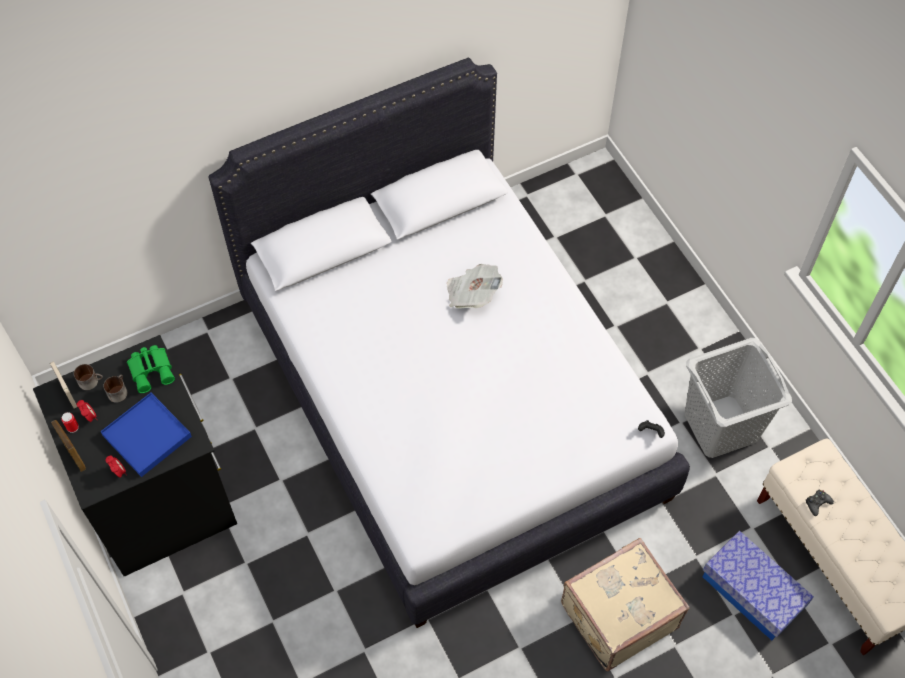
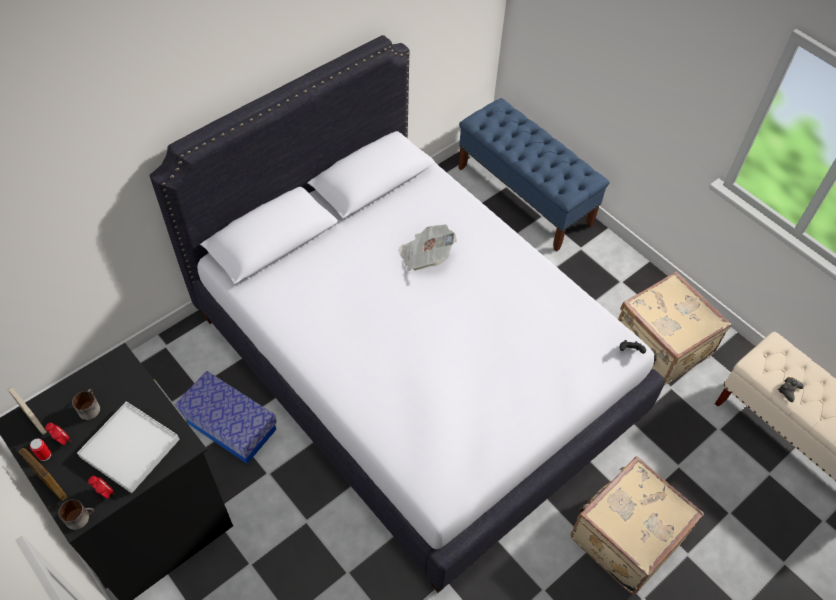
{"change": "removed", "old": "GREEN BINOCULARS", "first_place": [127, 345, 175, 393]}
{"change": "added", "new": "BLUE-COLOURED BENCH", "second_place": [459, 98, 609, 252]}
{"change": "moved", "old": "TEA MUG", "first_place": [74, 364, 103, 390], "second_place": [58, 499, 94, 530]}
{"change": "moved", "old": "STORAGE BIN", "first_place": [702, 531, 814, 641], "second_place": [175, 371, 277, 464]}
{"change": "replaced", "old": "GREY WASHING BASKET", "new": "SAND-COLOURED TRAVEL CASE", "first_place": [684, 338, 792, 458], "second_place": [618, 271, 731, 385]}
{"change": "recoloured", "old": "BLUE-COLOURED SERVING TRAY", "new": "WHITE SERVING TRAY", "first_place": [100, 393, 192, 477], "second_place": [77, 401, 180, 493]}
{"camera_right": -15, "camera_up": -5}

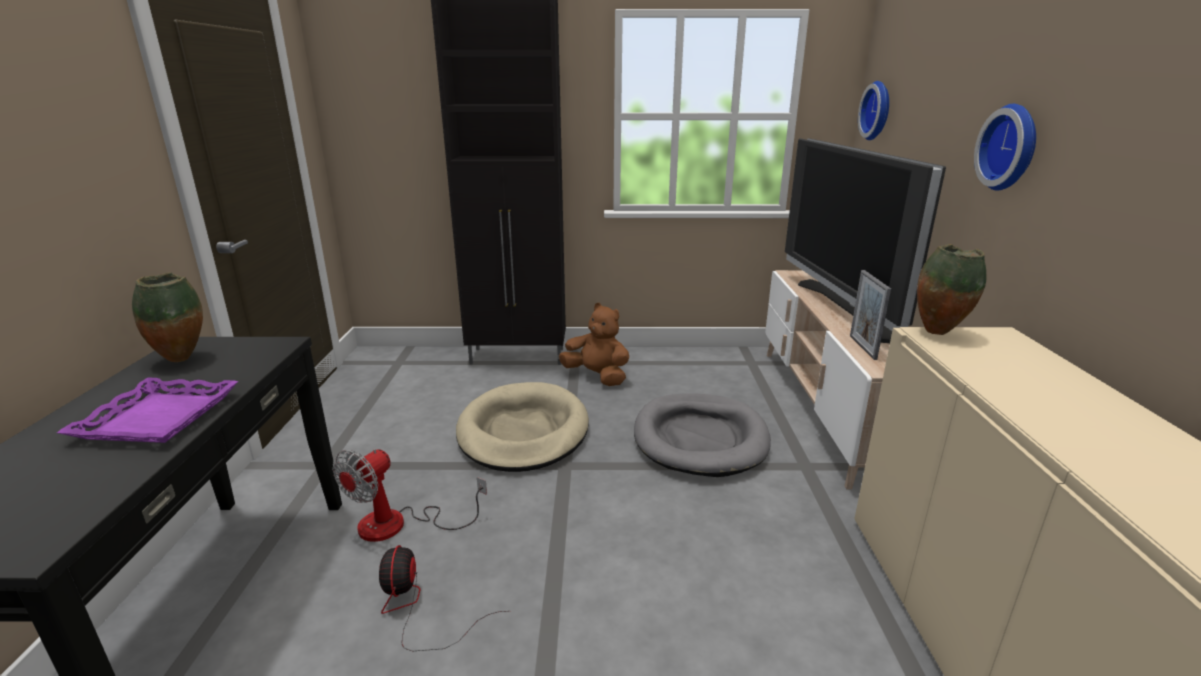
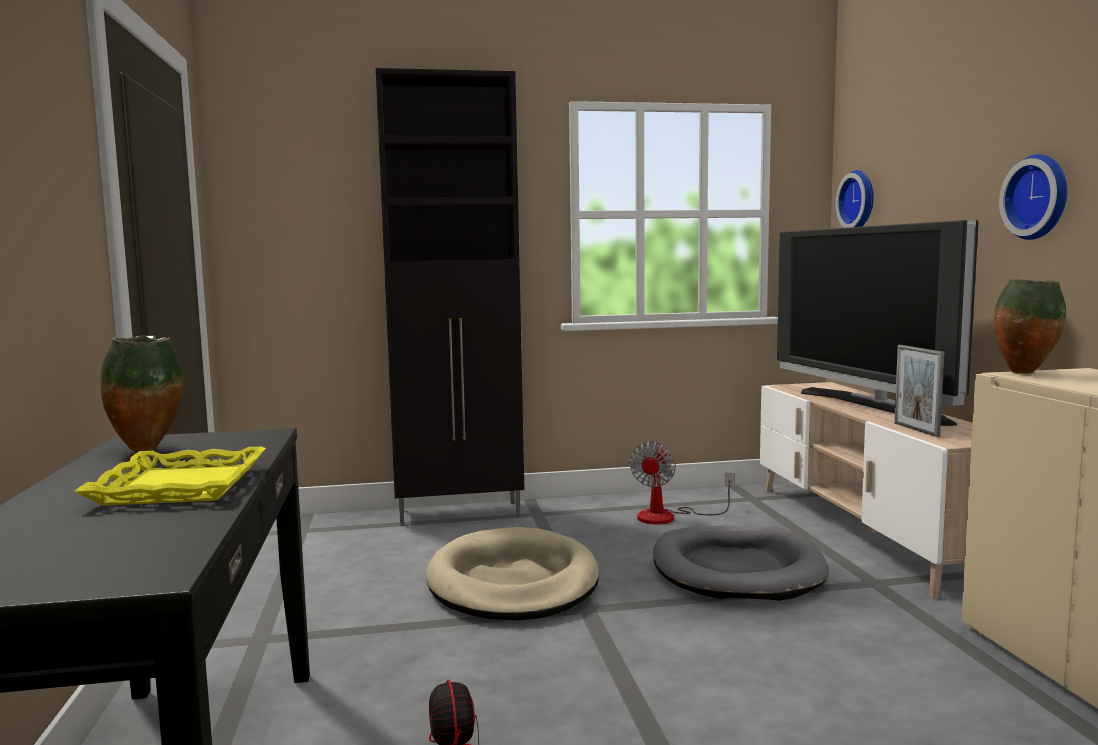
{"change": "removed", "old": "BROWN-COLOURED CUDDLY TOY", "first_place": [559, 303, 629, 386]}
{"change": "moved", "old": "COOLING FAN", "first_place": [332, 448, 487, 542], "second_place": [629, 441, 735, 524]}
{"change": "recoloured", "old": "PURPLE-COLOURED SERVING TRAY", "new": "YELLOW-COLOURED SERVING TRAY", "first_place": [57, 378, 238, 443], "second_place": [74, 446, 266, 506]}
{"camera_right": -10, "camera_up": -15}

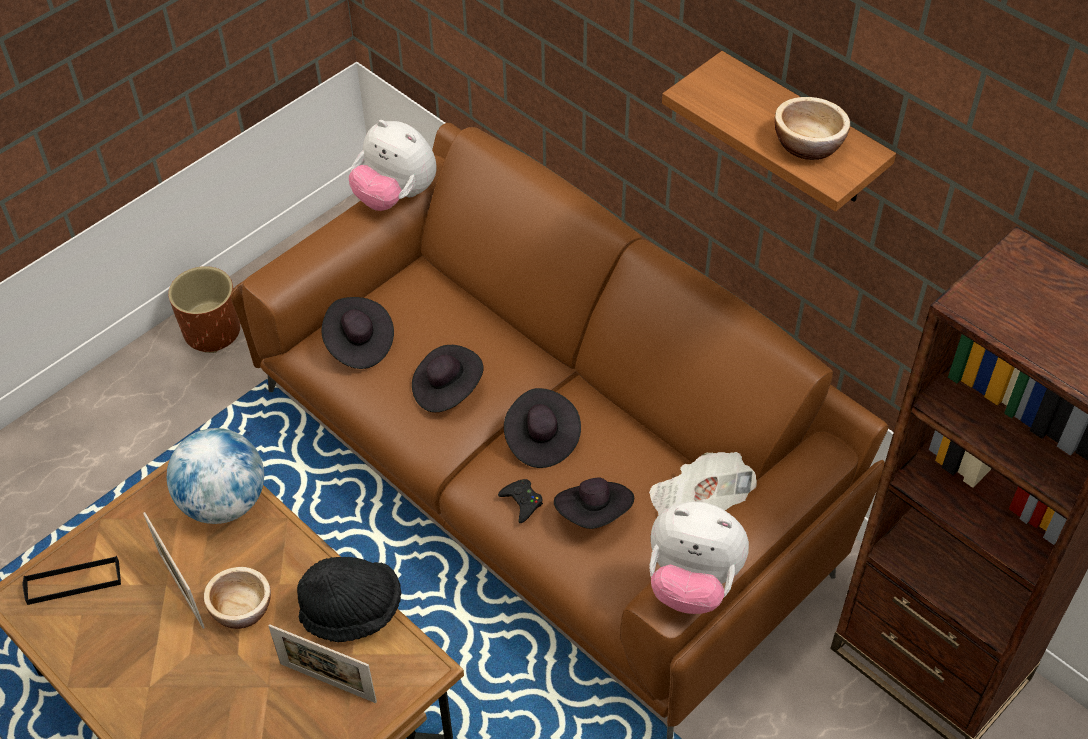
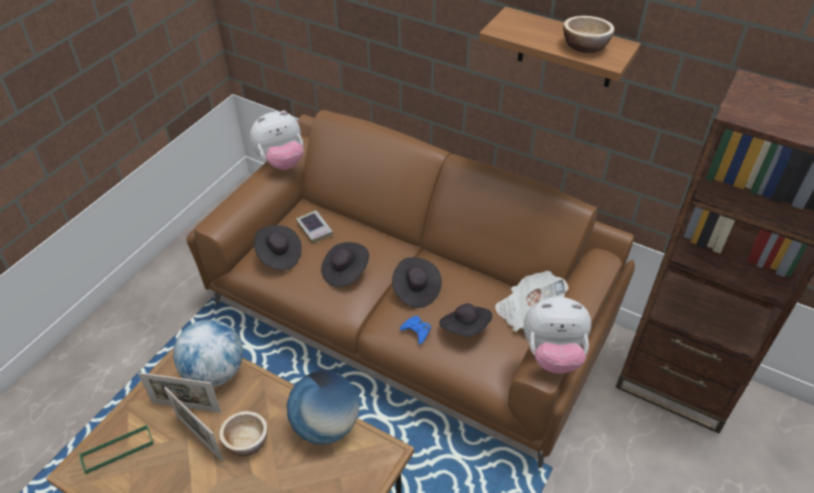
{"change": "removed", "old": "BROWN-COLOURED FLOWER POT", "first_place": [168, 266, 240, 353]}
{"change": "added", "new": "VOLUME", "second_place": [296, 210, 333, 244]}
{"change": "moved", "old": "PICTURE FRAME", "first_place": [268, 624, 377, 703], "second_place": [138, 372, 221, 413]}
{"change": "replaced", "old": "BLACKISH HAT", "new": "DESK GLOBE", "first_place": [297, 557, 401, 642], "second_place": [287, 371, 359, 445]}
{"change": "recoloured", "old": "BLACKISH SERVING TRAY", "new": "GREEN SERVING TRAY", "first_place": [22, 556, 121, 605], "second_place": [79, 424, 154, 474]}
{"change": "recoloured", "old": "BLACKISH GAMEPAD", "new": "BLUE-COLOURED GAMEPAD", "first_place": [498, 479, 543, 523], "second_place": [400, 316, 431, 344]}
{"change": "turned", "old": "CUDDLY TOY", "first_place": [349, 120, 437, 211], "second_place": [250, 110, 304, 170], "degrees": -45}
{"camera_right": -15, "camera_up": -5}

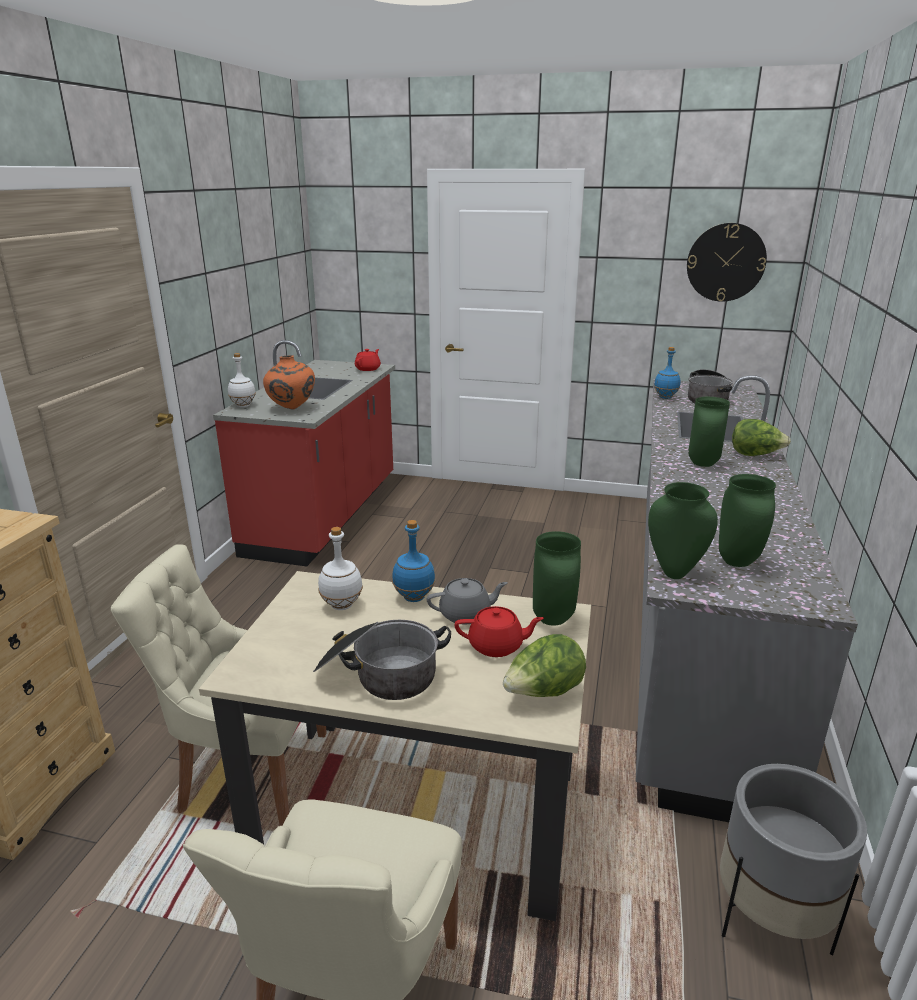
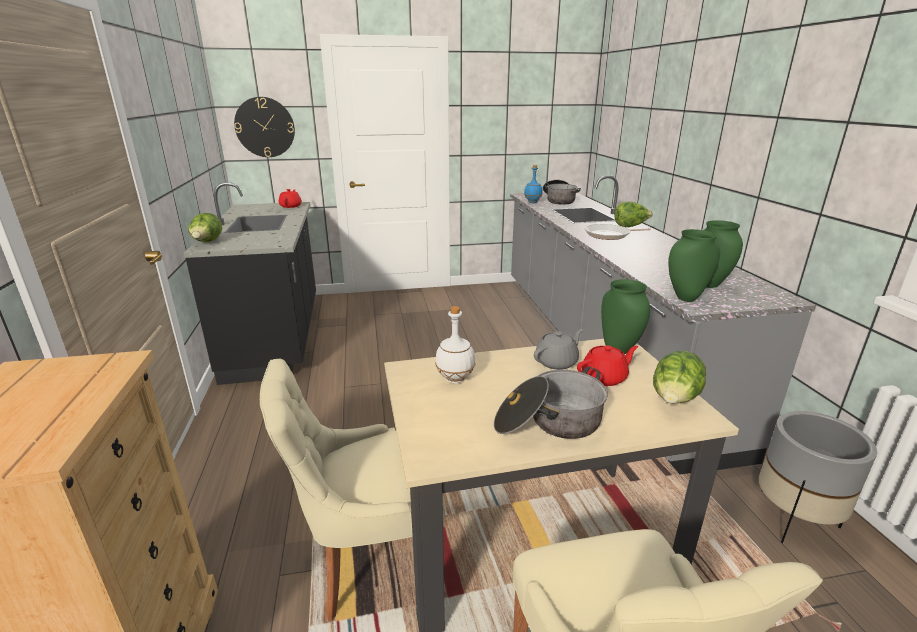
{"change": "removed", "old": "ORANGEY DECORATIVE VASE", "first_place": [263, 355, 315, 409]}
{"change": "removed", "old": "BLUE-COLOURED BOTTLE", "first_place": [392, 520, 435, 602]}
{"change": "moved", "old": "HANGING CLOCK", "first_place": [687, 223, 767, 302], "second_place": [234, 97, 295, 157]}
{"change": "replaced", "old": "WHITE BOTTLE", "new": "LETTUCE HEAD", "first_place": [228, 353, 256, 407], "second_place": [188, 213, 222, 242]}
{"change": "replaced", "old": "GREEN DECORATIVE VASE", "new": "PAN", "first_place": [688, 397, 730, 467], "second_place": [585, 224, 651, 240]}
{"change": "recoloured", "old": "REDDISH KITCHEN COUNTER", "new": "BLACKISH KITCHEN COUNTER", "first_place": [213, 340, 395, 567], "second_place": [184, 182, 316, 385]}
{"camera_right": -25, "camera_up": 0}

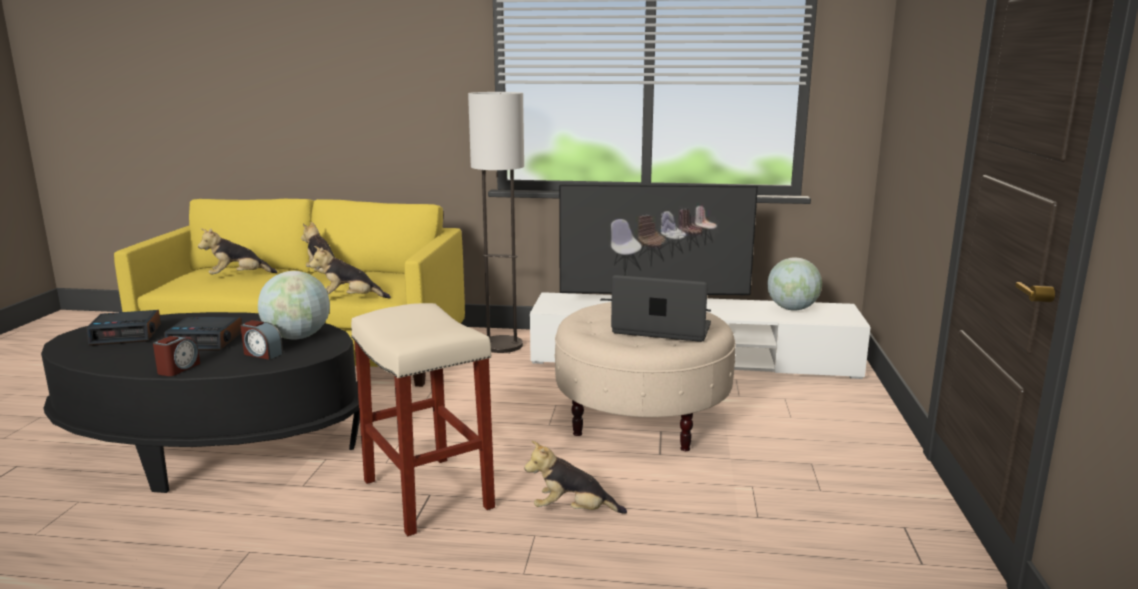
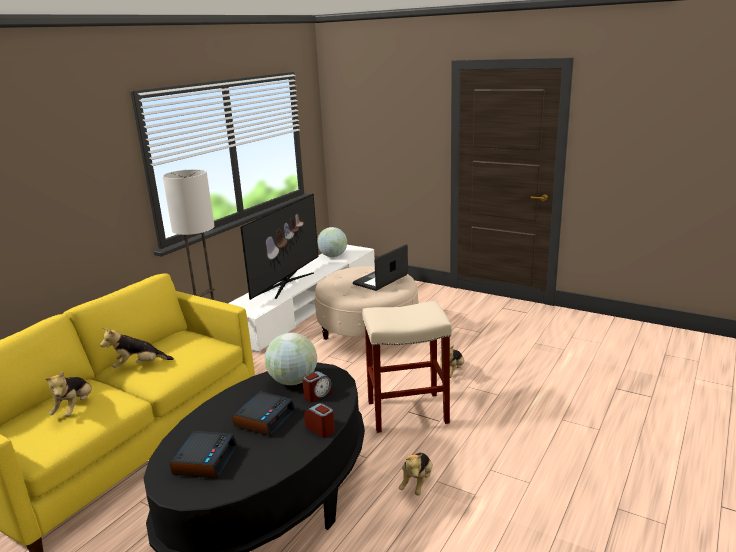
{"change": "moved", "old": "CUDDLY TOY", "first_place": [309, 246, 391, 299], "second_place": [399, 453, 433, 496]}
{"camera_right": -65, "camera_up": 5}

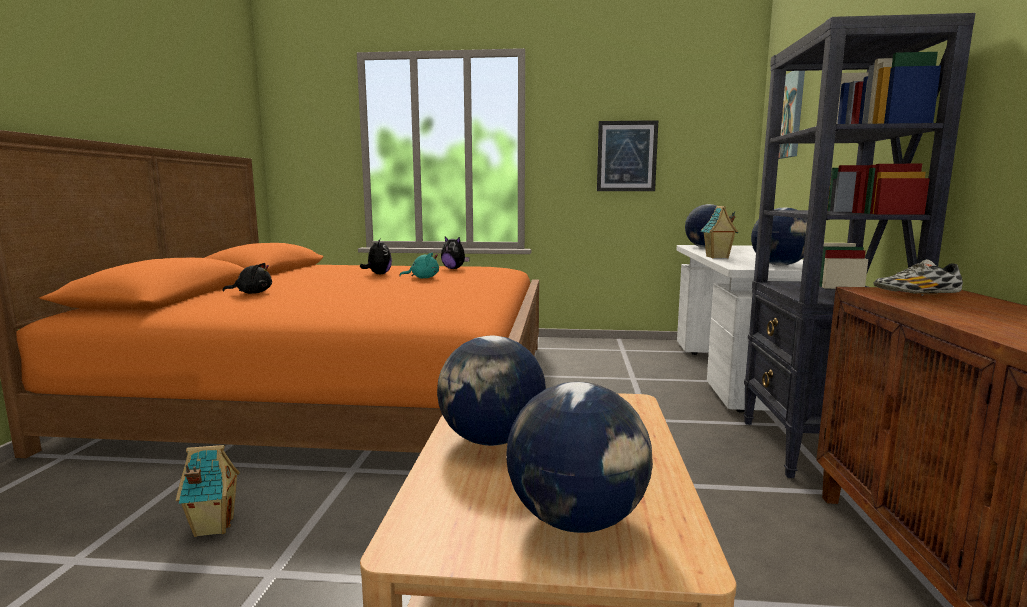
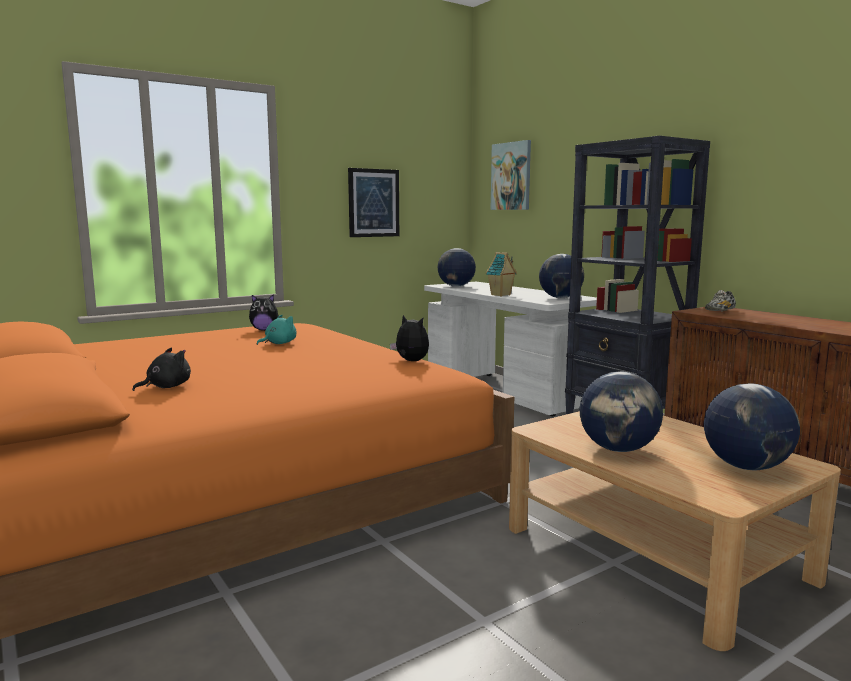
{"change": "removed", "old": "TOY HOUSE", "first_place": [176, 445, 240, 537]}
{"change": "moved", "old": "CUDDLY TOY", "first_place": [360, 239, 392, 275], "second_place": [390, 315, 429, 361]}
{"camera_right": -40, "camera_up": 0}

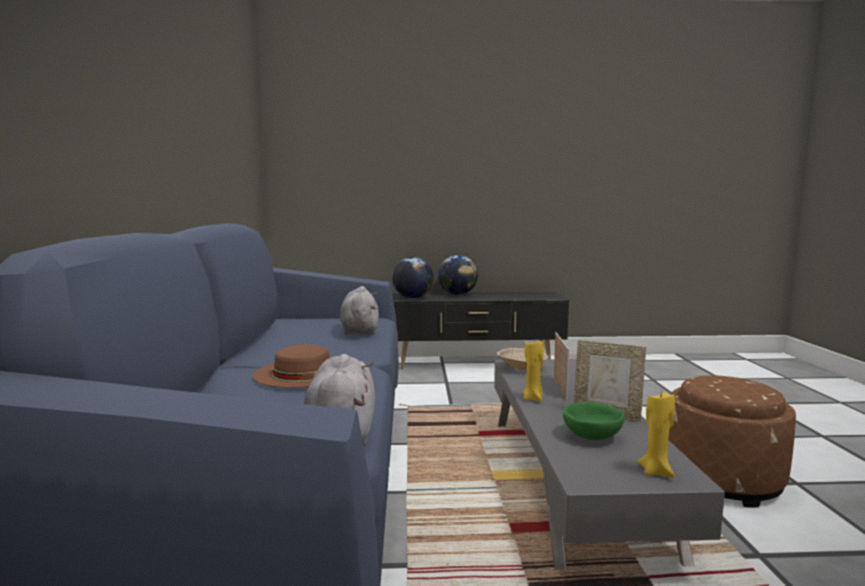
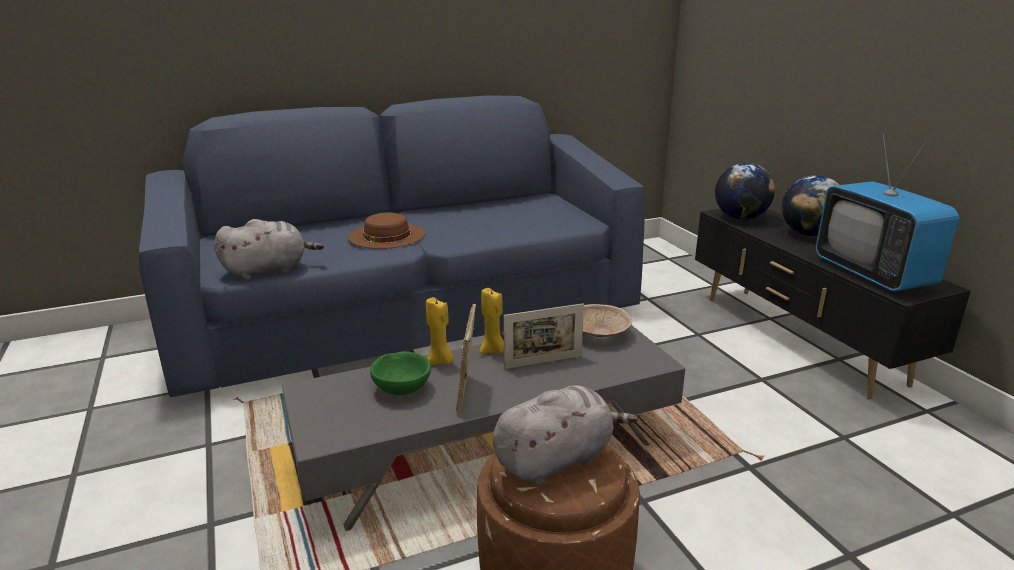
{"change": "added", "new": "TELEVISION", "second_place": [816, 132, 959, 291]}
{"change": "moved", "old": "GREY CUDDLY TOY", "first_place": [340, 286, 379, 335], "second_place": [493, 385, 638, 486]}
{"change": "moved", "old": "YELLOW-COLOURED WAX LIGHT", "first_place": [637, 392, 675, 478], "second_place": [426, 297, 454, 366]}
{"camera_right": 70, "camera_up": 15}

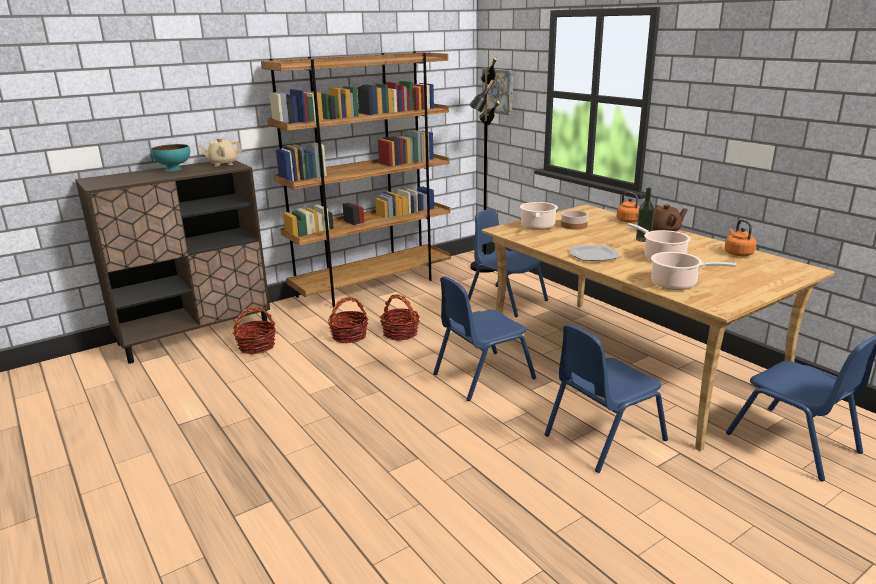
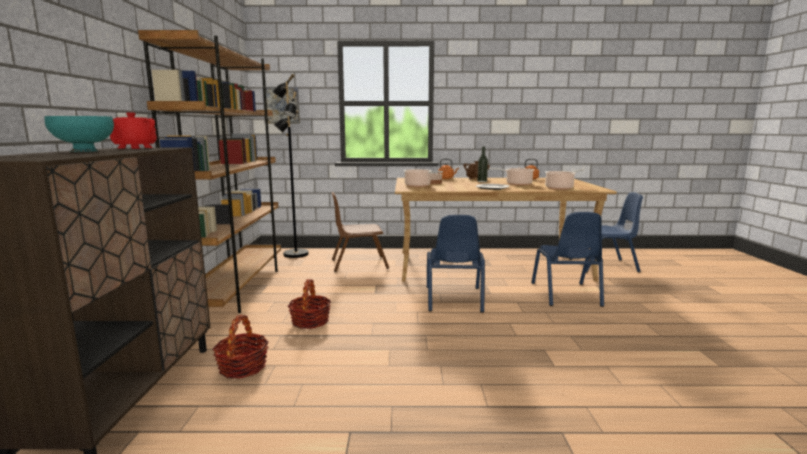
{"change": "removed", "old": "STORAGE BASKET", "first_place": [380, 294, 420, 341]}
{"change": "recoloured", "old": "SAND-COLOURED TEA POT", "new": "REDDISH TEA POT", "first_place": [198, 138, 242, 166], "second_place": [110, 112, 157, 149]}
{"change": "recoloured", "old": "BLUE-COLOURED PLAIN CHAIR", "new": "BROWN-COLOURED PLAIN CHAIR", "first_place": [468, 209, 548, 317], "second_place": [332, 192, 389, 272]}
{"camera_right": -55, "camera_up": -10}

